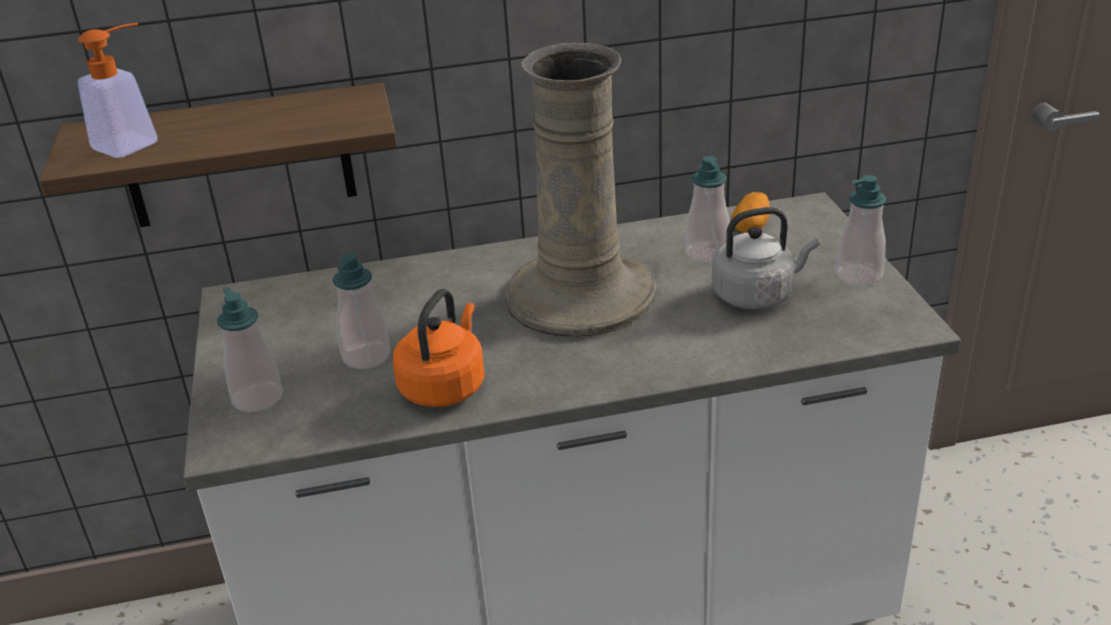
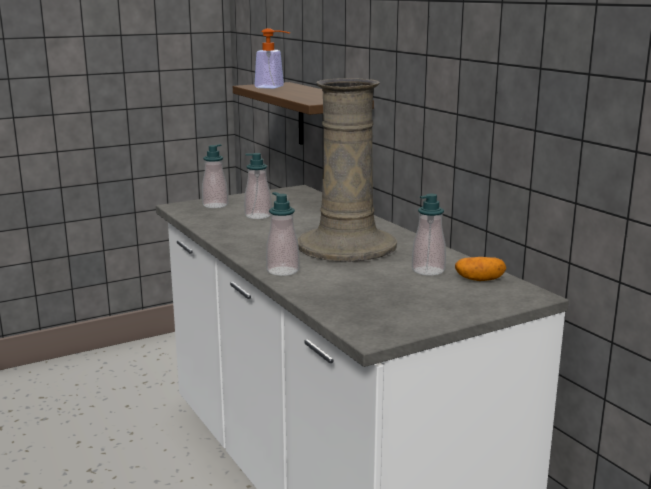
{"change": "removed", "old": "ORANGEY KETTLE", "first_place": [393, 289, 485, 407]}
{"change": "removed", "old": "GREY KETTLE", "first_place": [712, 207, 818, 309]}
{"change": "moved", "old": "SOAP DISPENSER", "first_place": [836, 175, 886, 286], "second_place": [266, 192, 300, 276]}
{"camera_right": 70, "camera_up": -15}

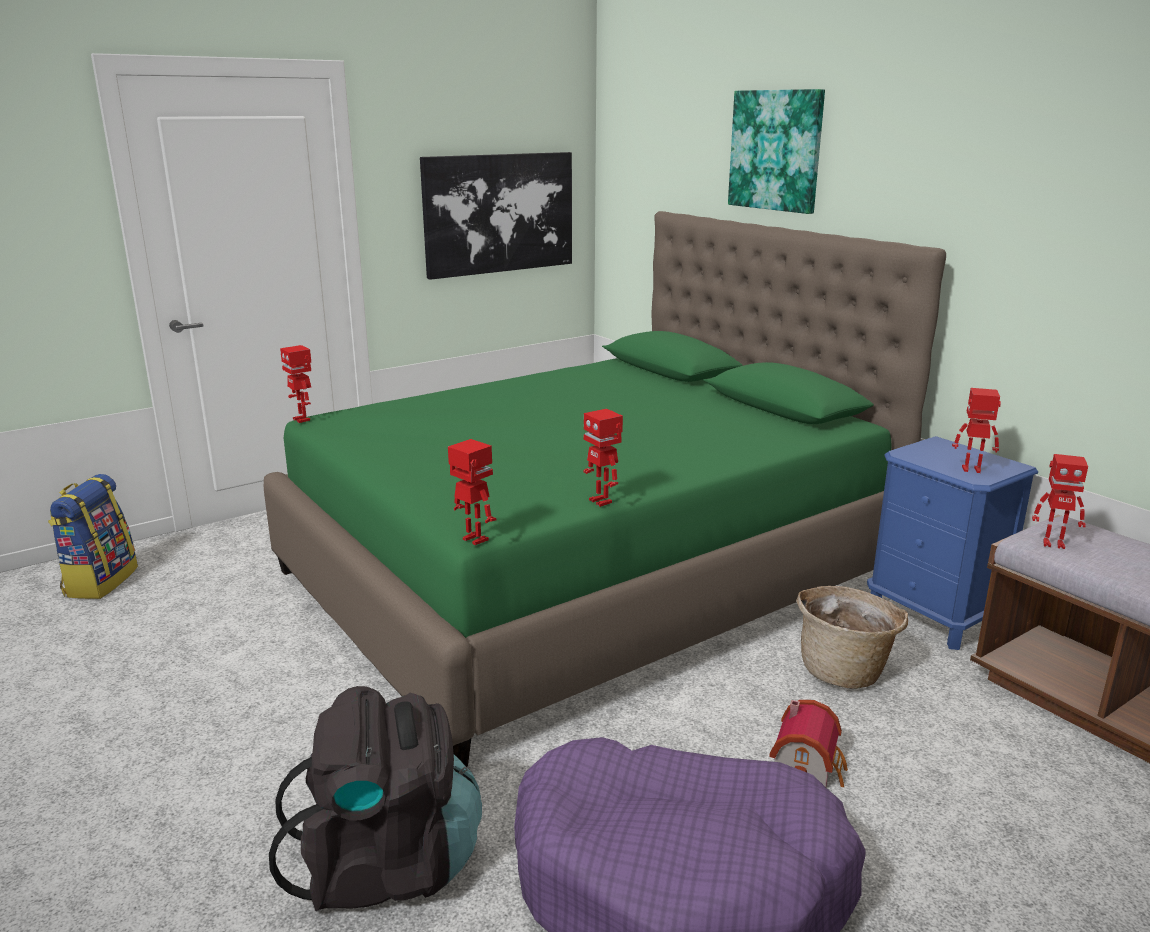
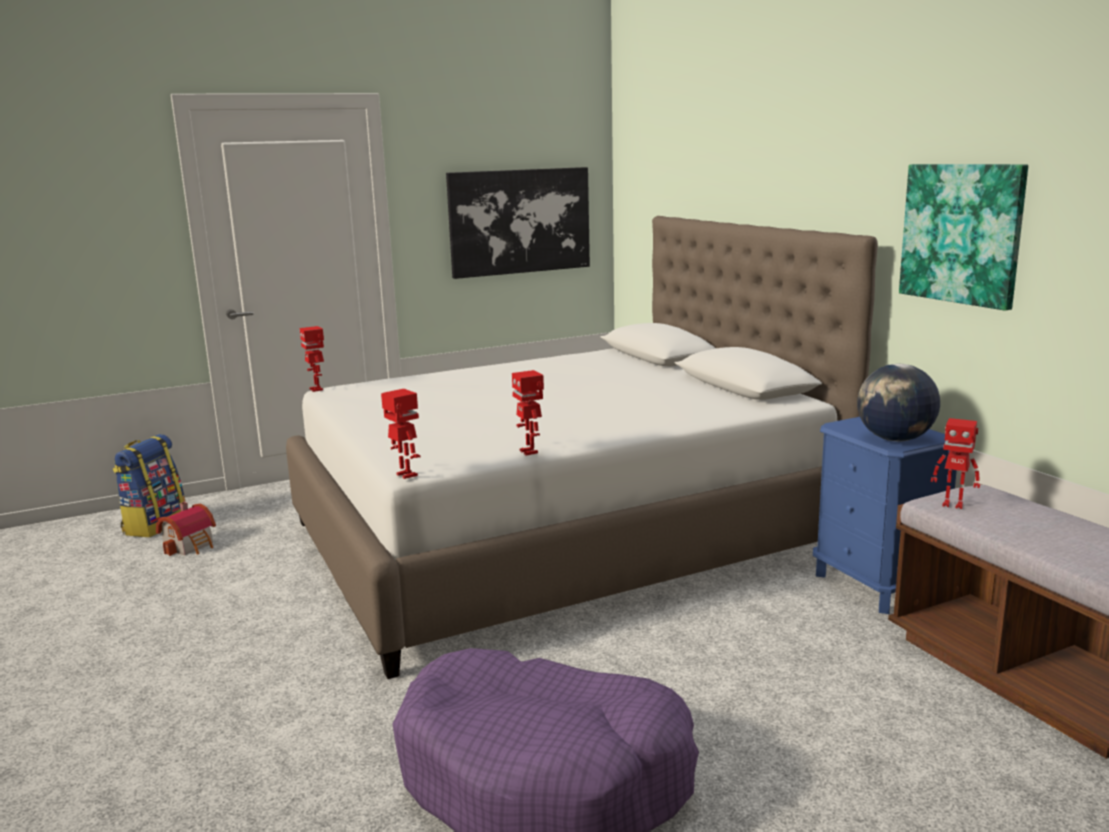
{"change": "removed", "old": "BLACKISH BACKPACK", "first_place": [269, 686, 482, 911]}
{"change": "removed", "old": "STORAGE BASKET", "first_place": [796, 586, 908, 689]}
{"change": "moved", "old": "PICTURE", "first_place": [728, 89, 825, 214], "second_place": [899, 164, 1028, 311]}
{"change": "moved", "old": "TOY HOUSE", "first_place": [769, 700, 848, 787], "second_place": [156, 502, 216, 556]}
{"change": "replaced", "old": "MODEL ROBOT", "new": "DESK GLOBE", "first_place": [952, 388, 1001, 473], "second_place": [857, 364, 940, 441]}
{"change": "recoloured", "old": "GREEN SLEEPING BED", "new": "WHITE SLEEPING BED", "first_place": [264, 211, 946, 767], "second_place": [286, 216, 878, 679]}
{"camera_right": 10, "camera_up": -5}

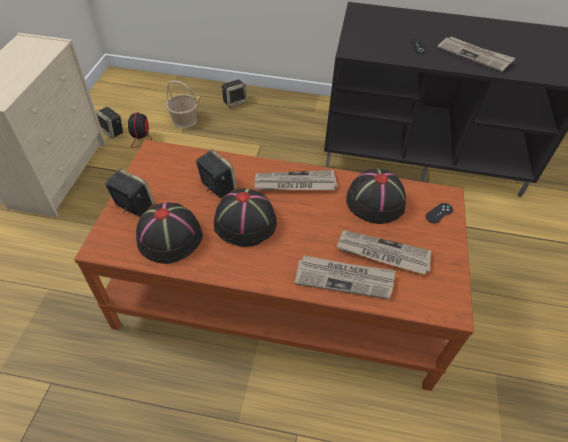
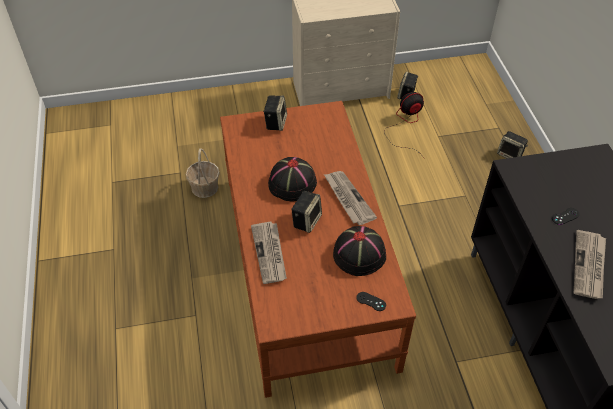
{"change": "removed", "old": "BLACKISH HAT", "first_place": [136, 202, 203, 264]}
{"change": "removed", "old": "DAILY PAPER", "first_place": [336, 230, 432, 275]}
{"change": "moved", "old": "STORAGE BASKET", "first_place": [166, 80, 198, 128], "second_place": [186, 148, 220, 198]}
{"change": "moved", "old": "AUDIO SPEAKER", "first_place": [196, 149, 237, 198], "second_place": [291, 191, 322, 233]}
{"camera_right": 70, "camera_up": 0}

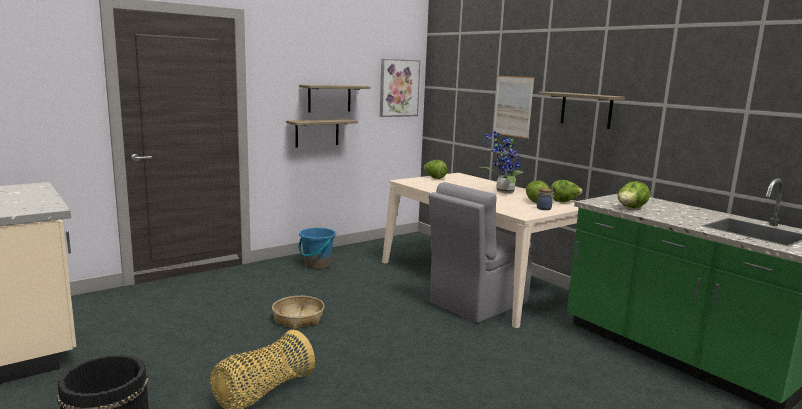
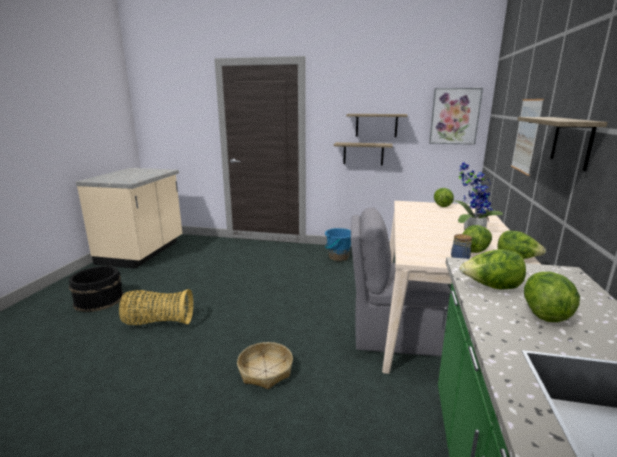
{"change": "added", "new": "LETTUCE HEAD", "second_place": [524, 272, 580, 322]}
{"change": "moved", "old": "STORAGE BASKET", "first_place": [272, 296, 324, 329], "second_place": [237, 342, 293, 389]}
{"camera_right": 50, "camera_up": 5}

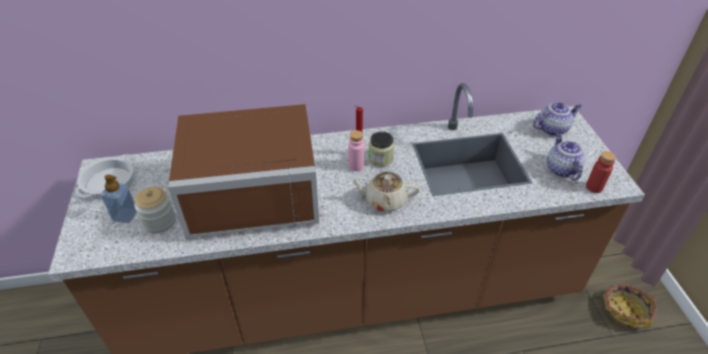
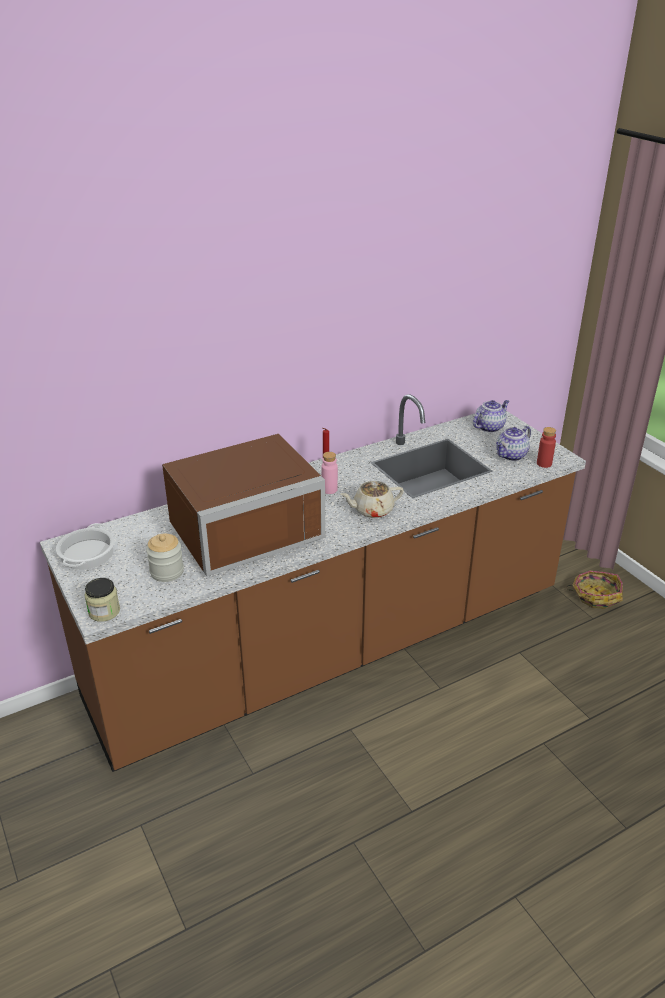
{"change": "removed", "old": "SOAP DISPENSER", "first_place": [101, 174, 137, 223]}
{"change": "moved", "old": "PRESERVE JAR", "first_place": [369, 131, 394, 167], "second_place": [85, 578, 120, 622]}
{"change": "turned", "old": "TEA POT", "first_place": [547, 132, 585, 180], "second_place": [496, 426, 531, 461], "degrees": -105}
{"camera_right": -20, "camera_up": -10}

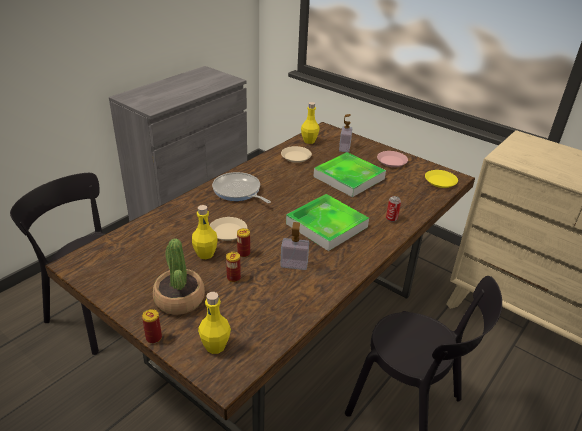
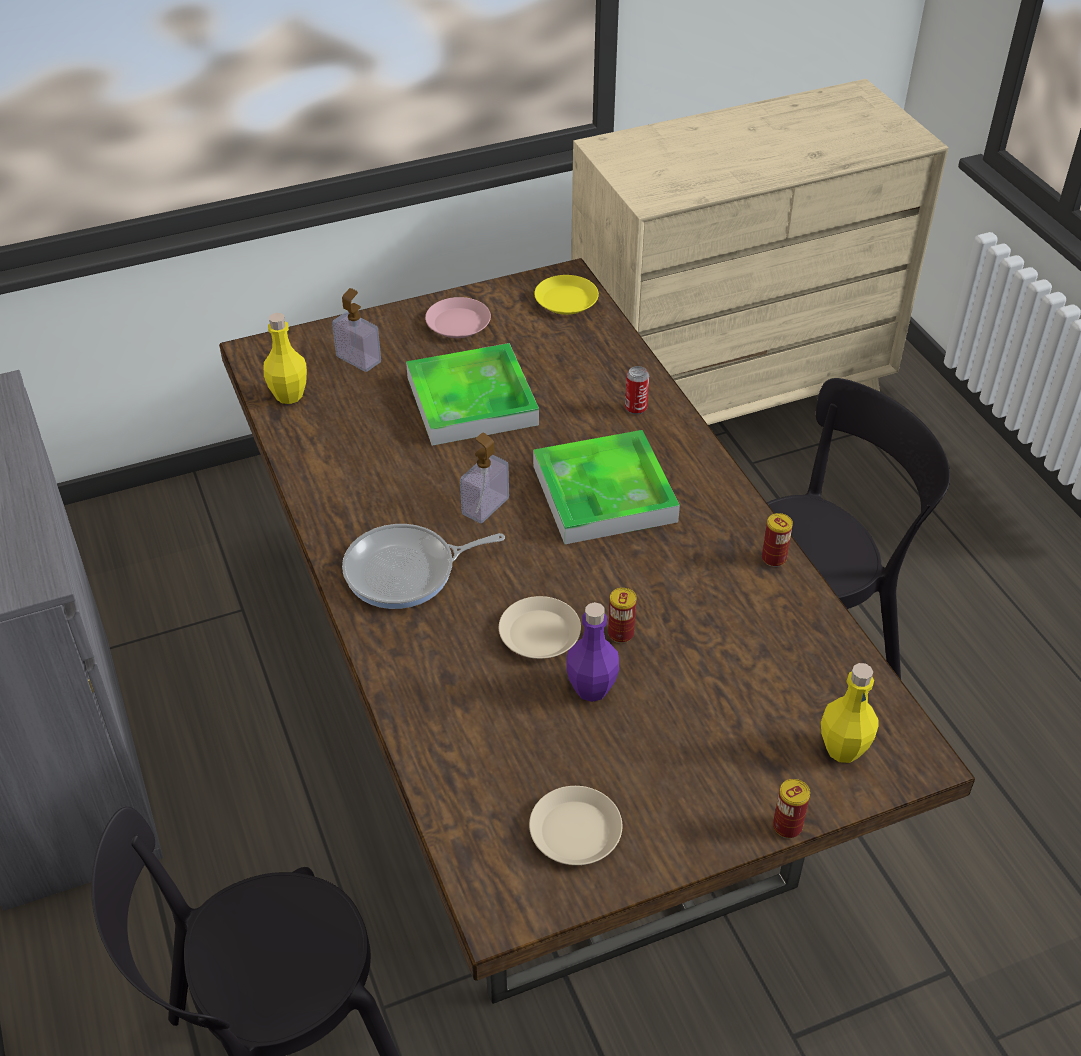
{"change": "removed", "old": "POTTED PLANT", "first_place": [153, 239, 205, 315]}
{"change": "moved", "old": "METAL CAN", "first_place": [226, 252, 241, 282], "second_place": [762, 513, 793, 567]}
{"change": "moved", "old": "SAND-COLOURED FLAT DISH", "first_place": [281, 146, 312, 163], "second_place": [529, 786, 622, 865]}
{"change": "moved", "old": "SOAP DISPENSER", "first_place": [281, 222, 309, 270], "second_place": [460, 433, 509, 523]}
{"change": "recoloured", "old": "YELLOW-COLOURED BOTTLE", "new": "PURPLE-COLOURED BOTTLE", "first_place": [192, 205, 217, 259], "second_place": [566, 602, 619, 702]}
{"camera_right": -60, "camera_up": 10}

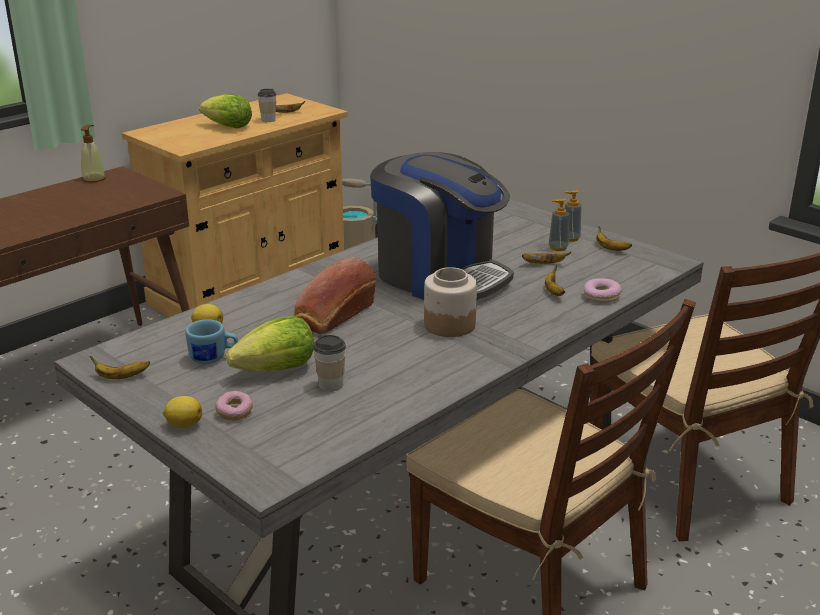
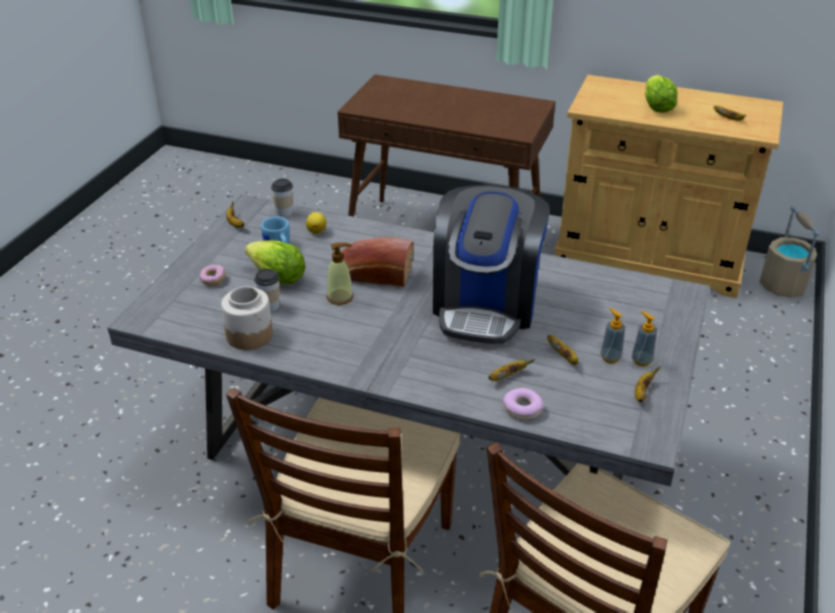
{"change": "removed", "old": "WHOLE LEMON", "first_place": [163, 396, 202, 429]}
{"change": "moved", "old": "SOAP DISPENSER", "first_place": [81, 125, 106, 182], "second_place": [327, 242, 353, 305]}
{"change": "moved", "old": "DRINKING CUP", "first_place": [257, 89, 276, 122], "second_place": [271, 179, 293, 217]}
{"change": "moved", "old": "PRESERVE JAR", "first_place": [424, 267, 477, 337], "second_place": [221, 286, 273, 350]}
{"camera_right": 65, "camera_up": 10}

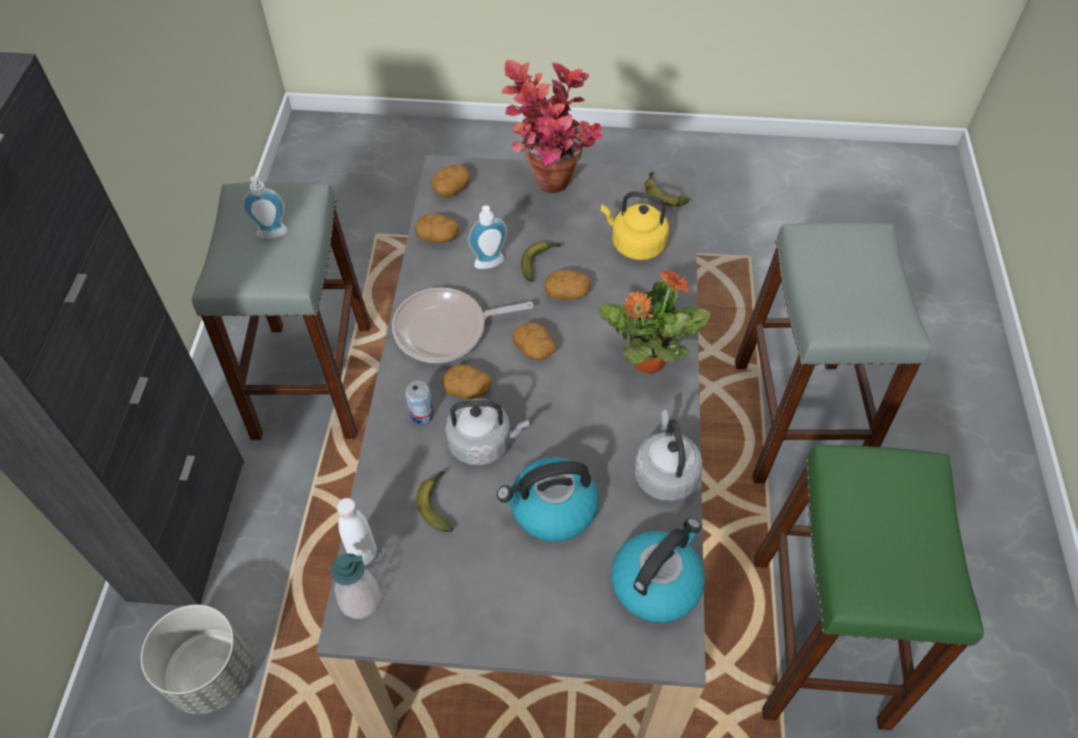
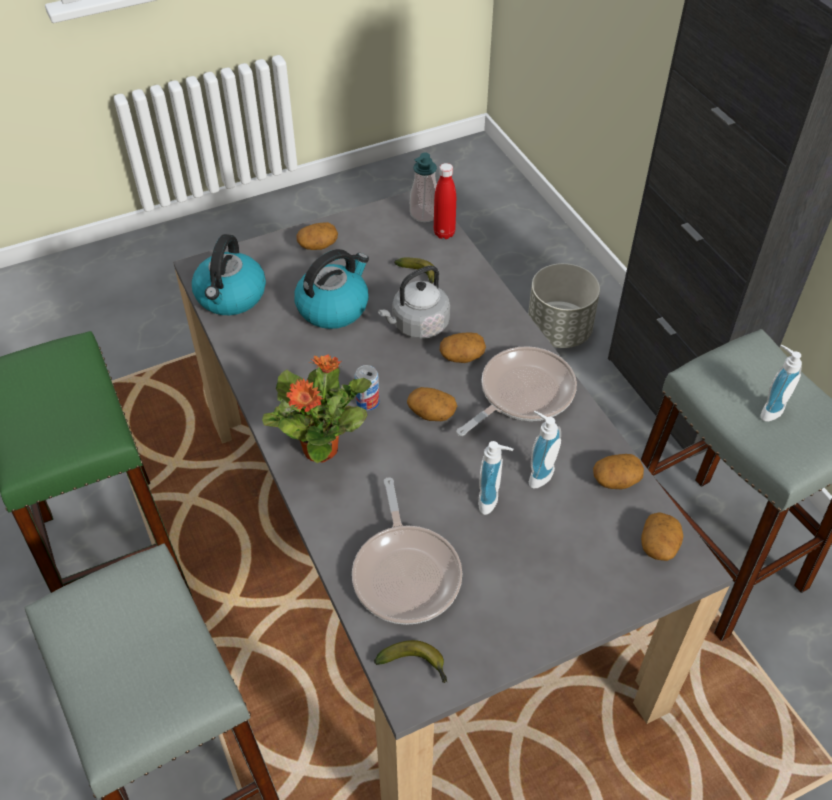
{"change": "removed", "old": "POTTED PLANT", "first_place": [502, 60, 603, 193]}
{"change": "removed", "old": "GREY KETTLE", "first_place": [634, 410, 703, 501]}
{"change": "moved", "old": "METAL CAN", "first_place": [405, 381, 434, 425], "second_place": [354, 365, 379, 411]}
{"change": "moved", "old": "WHOLE POTATO", "first_place": [545, 269, 591, 300], "second_place": [296, 222, 338, 250]}
{"change": "replaced", "old": "BANANA", "new": "SOAP DISPENSER", "first_place": [521, 241, 561, 282], "second_place": [478, 441, 513, 515]}
{"change": "replaced", "old": "YELLOW-COLOURED KETTLE", "new": "PAN", "first_place": [601, 191, 669, 260], "second_place": [352, 477, 462, 625]}
{"change": "recoloured", "old": "WHITE BOTTLE", "new": "REDDISH BOTTLE", "first_place": [337, 498, 377, 565], "second_place": [434, 163, 456, 239]}
{"camera_right": 150, "camera_up": -5}

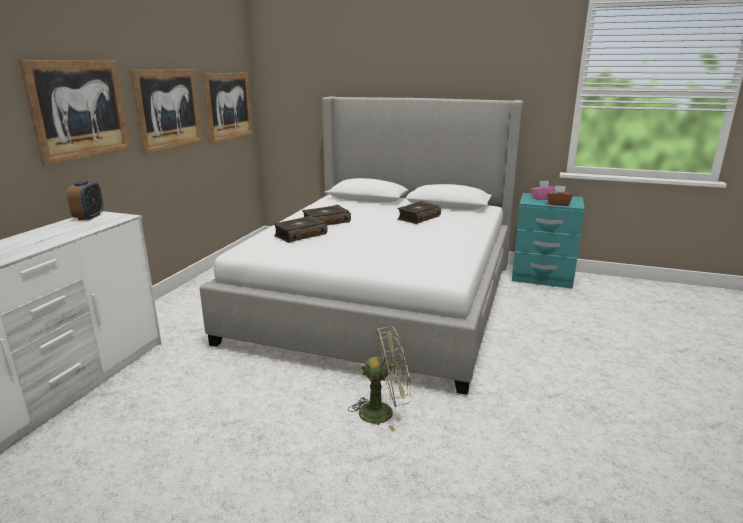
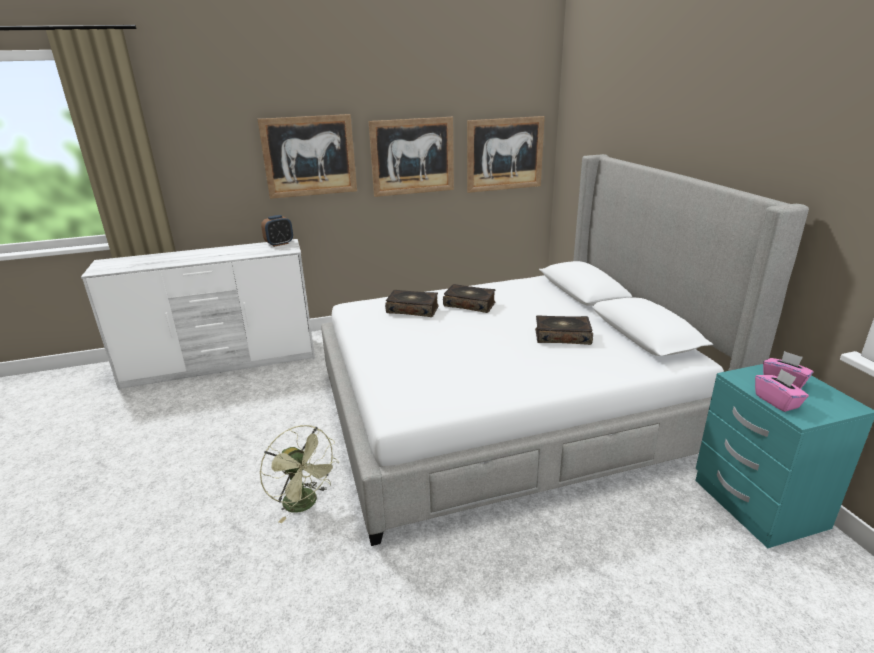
{"change": "recoloured", "old": "BROWN-COLOURED BOX OF TISSUES", "new": "PINK-COLOURED BOX OF TISSUES", "first_place": [547, 185, 573, 206], "second_place": [755, 369, 809, 412]}
{"camera_right": 55, "camera_up": 5}

